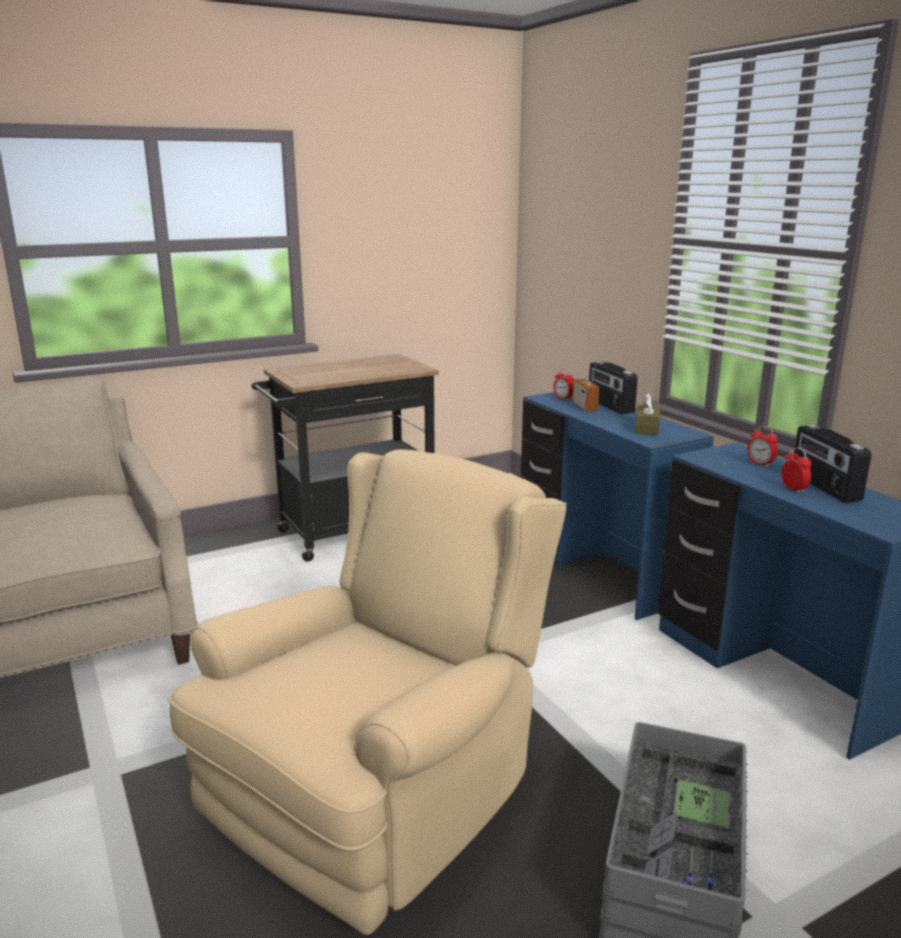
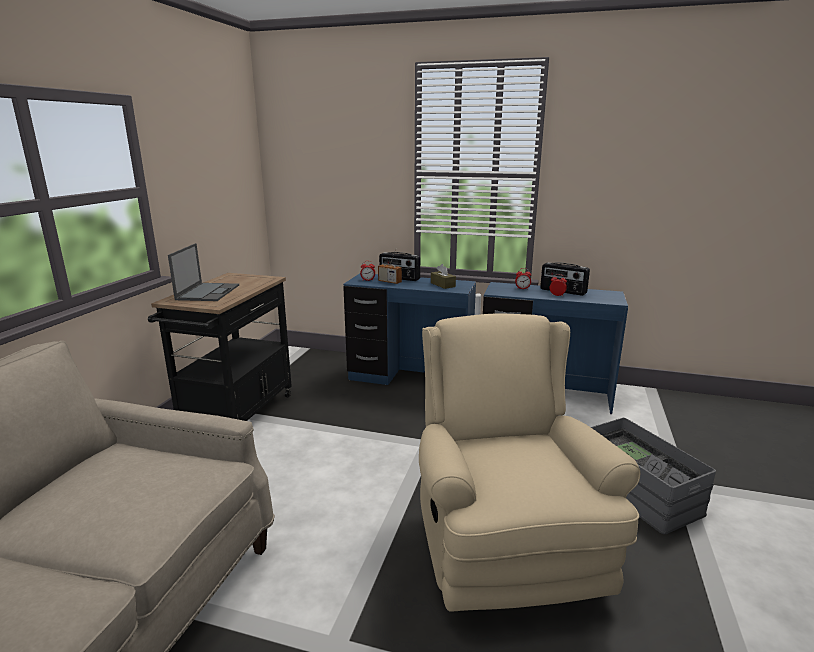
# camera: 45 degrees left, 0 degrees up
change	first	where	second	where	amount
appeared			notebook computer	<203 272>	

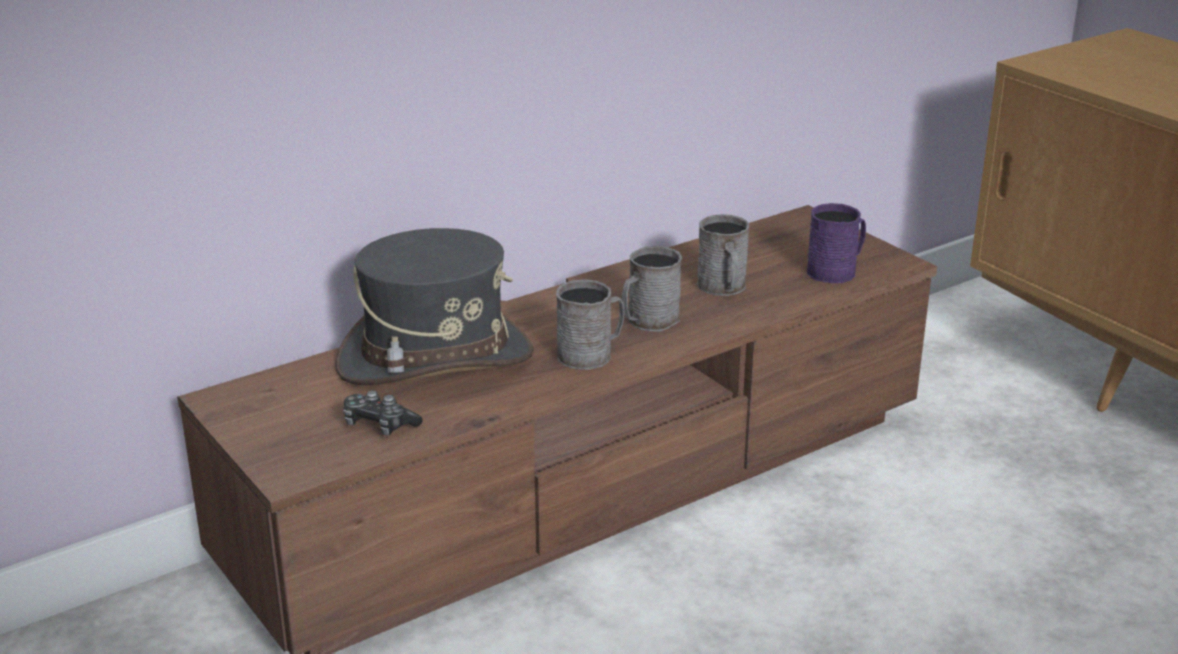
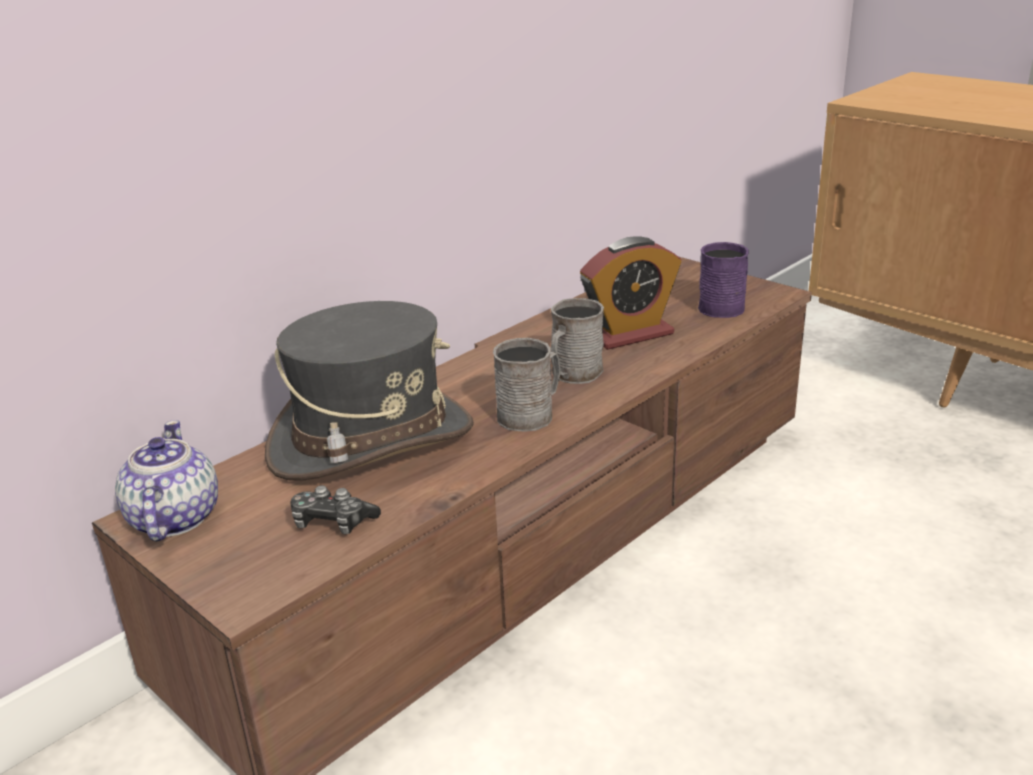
# camera: 10 degrees left, 0 degrees up
change	first	where	second	where	amount
appeared			tea pot	<166 481>	
exchanged	grey tea mug	<723 255>	bedside clock	<631 293>	

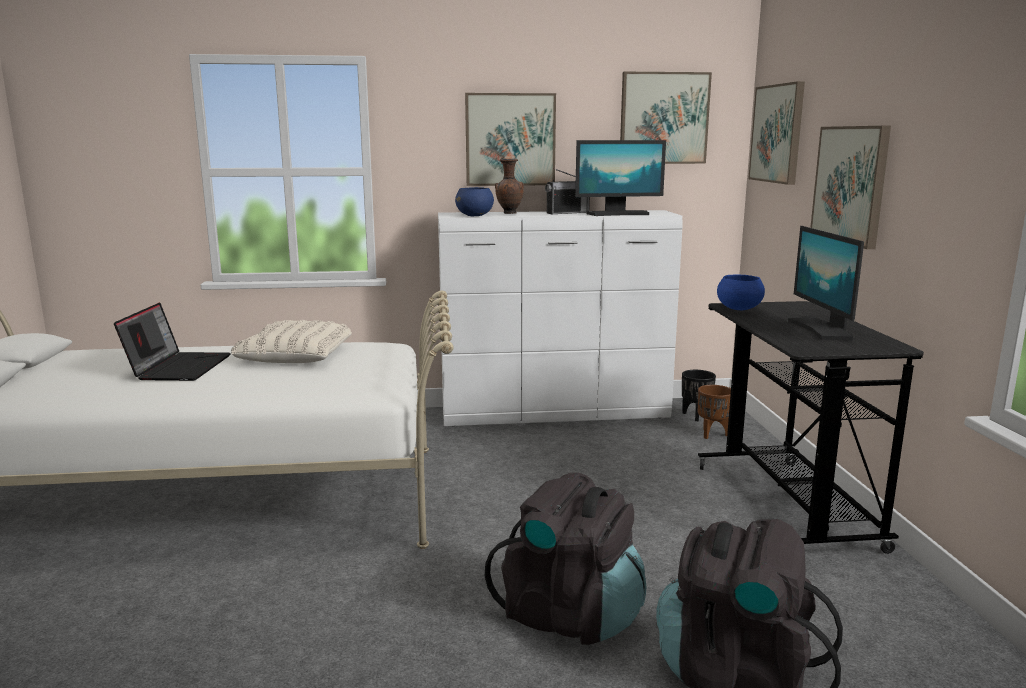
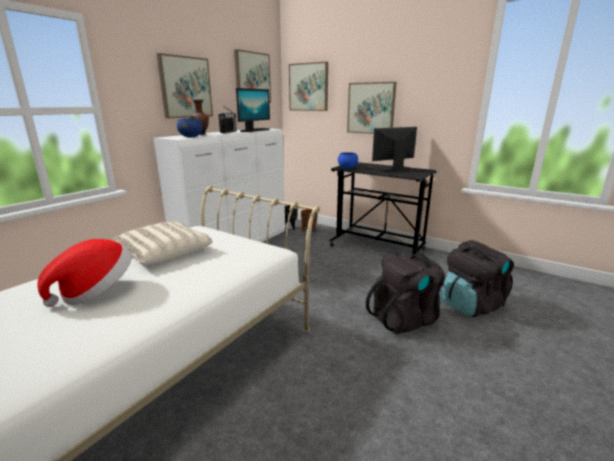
# camera: 50 degrees left, 5 degrees up
change	first	where	second	where	amount
exchanged	notebook computer	<172 341>	clothing hat	<84 273>	
spun	computer screen	<826 283>		<394 149>	120 degrees clockwise

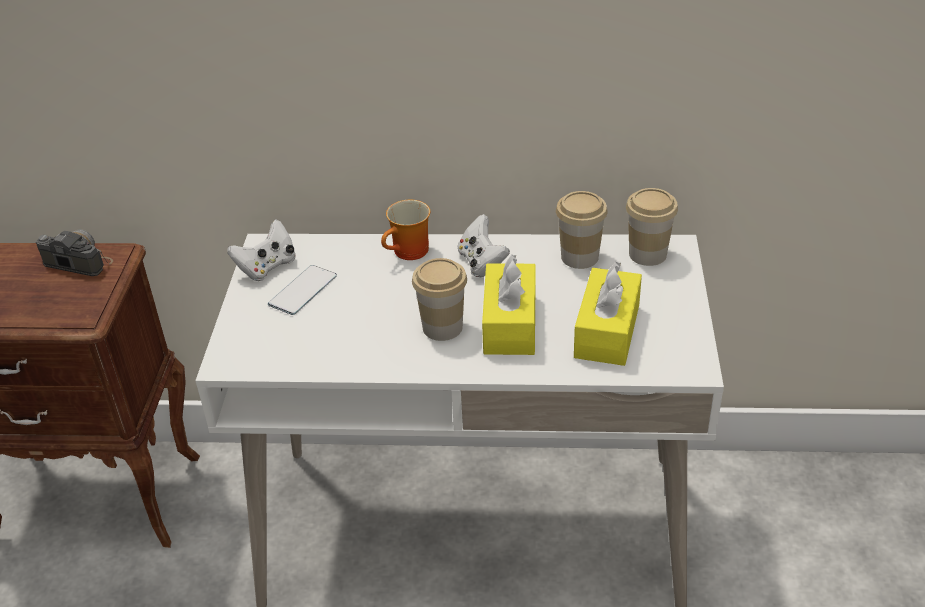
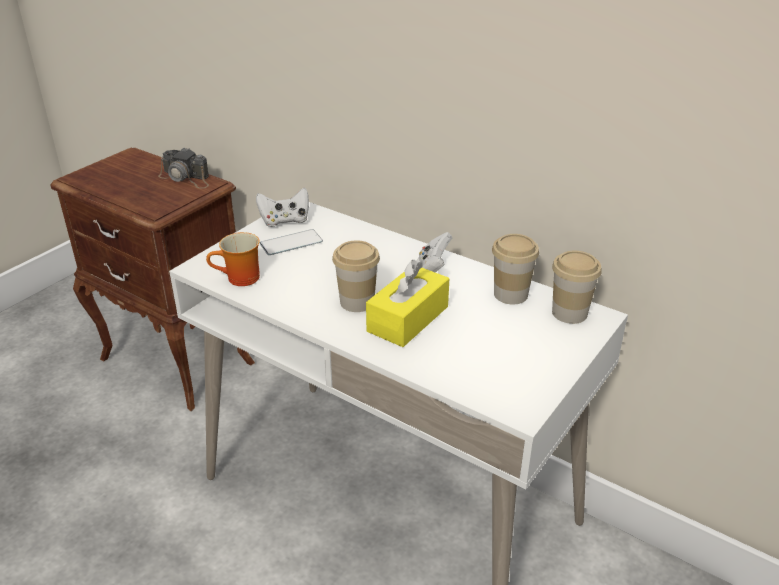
# camera: 30 degrees right, 5 degrees down
change	first	where	second	where	amount
missing	yellow box of tissues	<608 314>			
relocated	tea mug	<405 230>		<233 259>	
spun	still camera	<74 252>		<183 167>	150 degrees clockwise

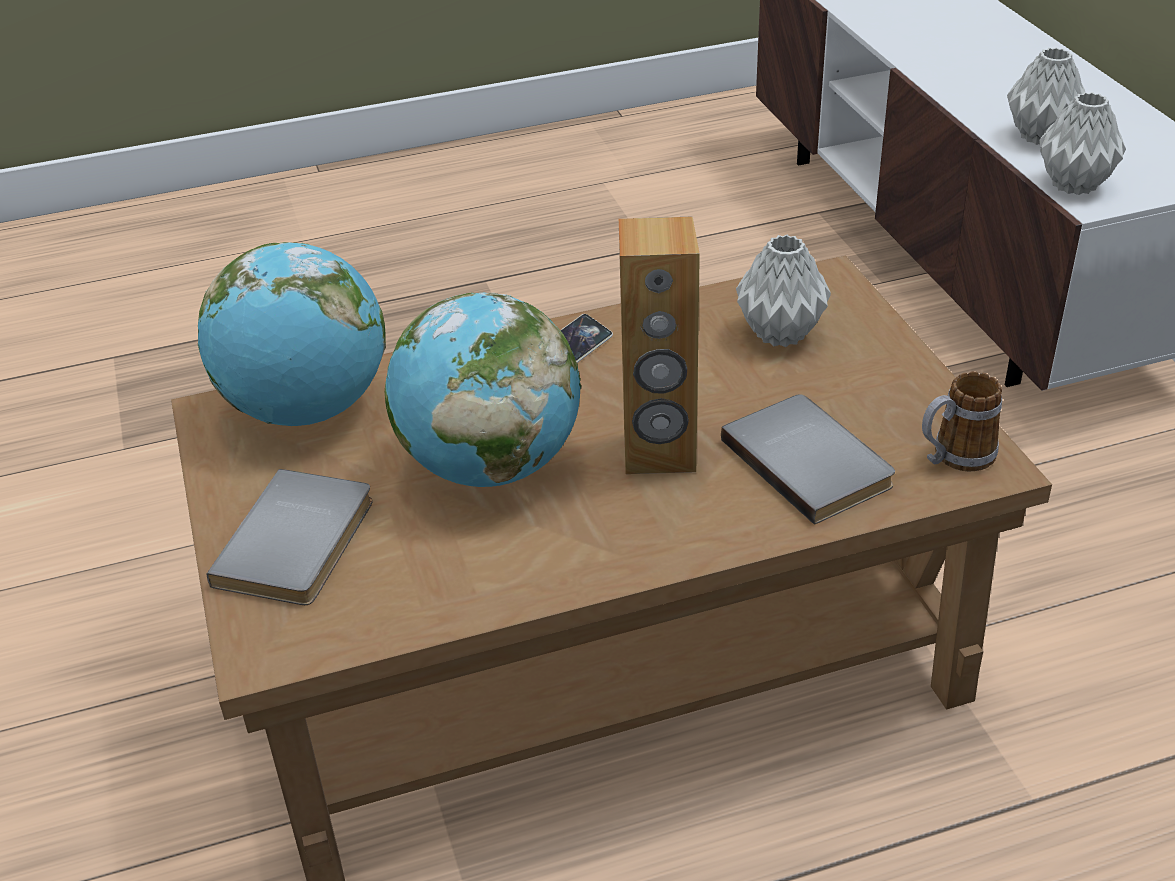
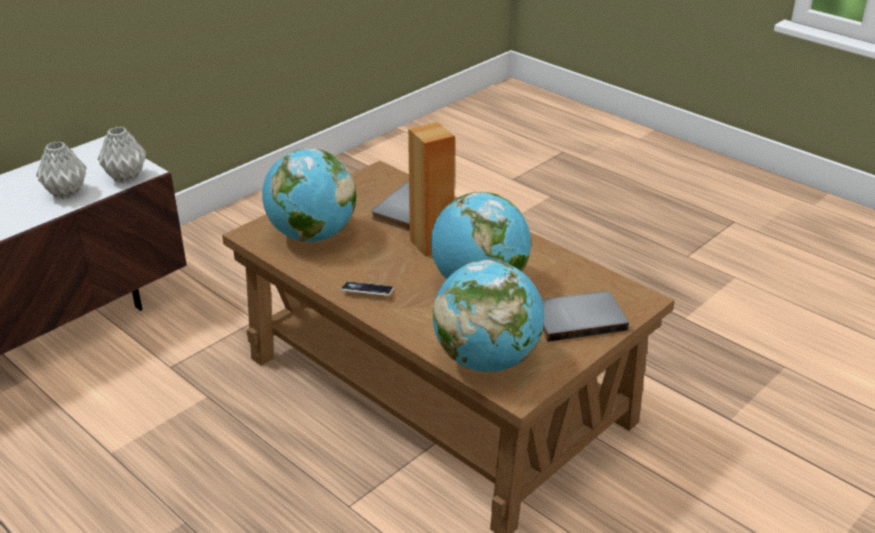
# camera: 120 degrees left, 5 degrees down
change	first	where	second	where	amount
missing	tea mug	<962 421>			
exchanged	grey vase	<783 291>	globe	<309 195>	

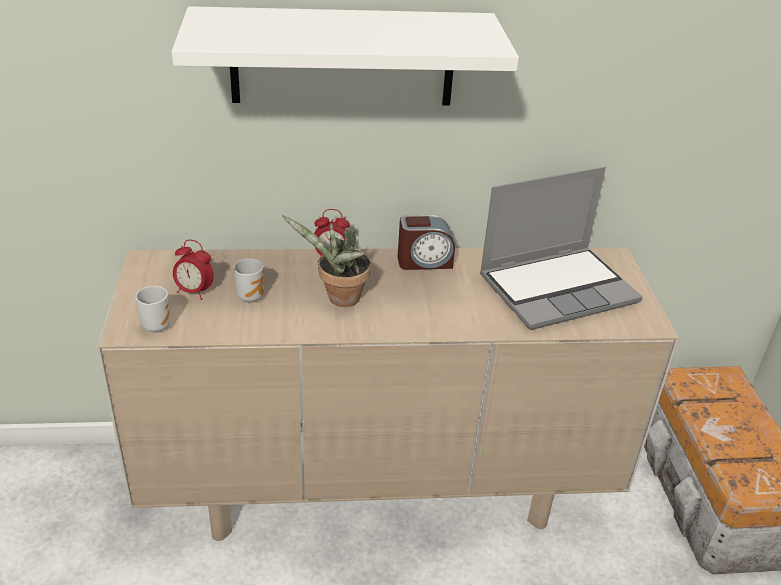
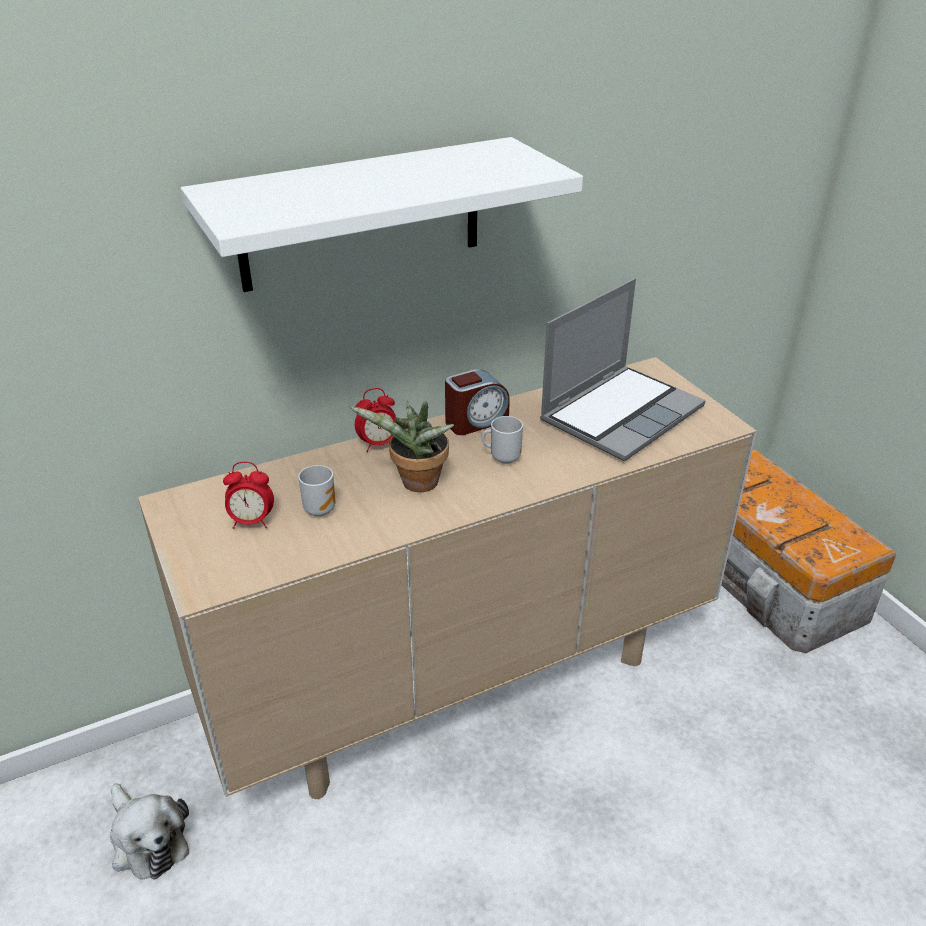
# camera: 20 degrees left, 0 degrees up
change	first	where	second	where	amount
appeared			plush toy	<149 831>	
relocated	tea mug	<153 309>		<502 440>	

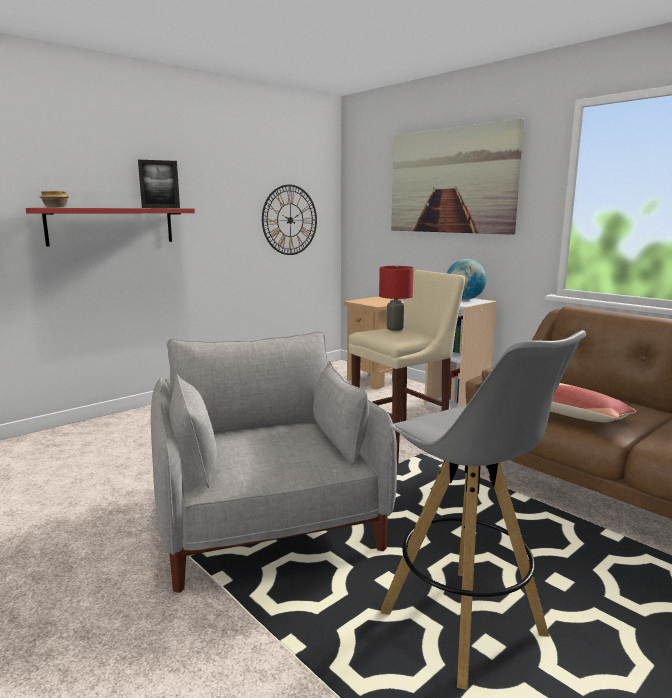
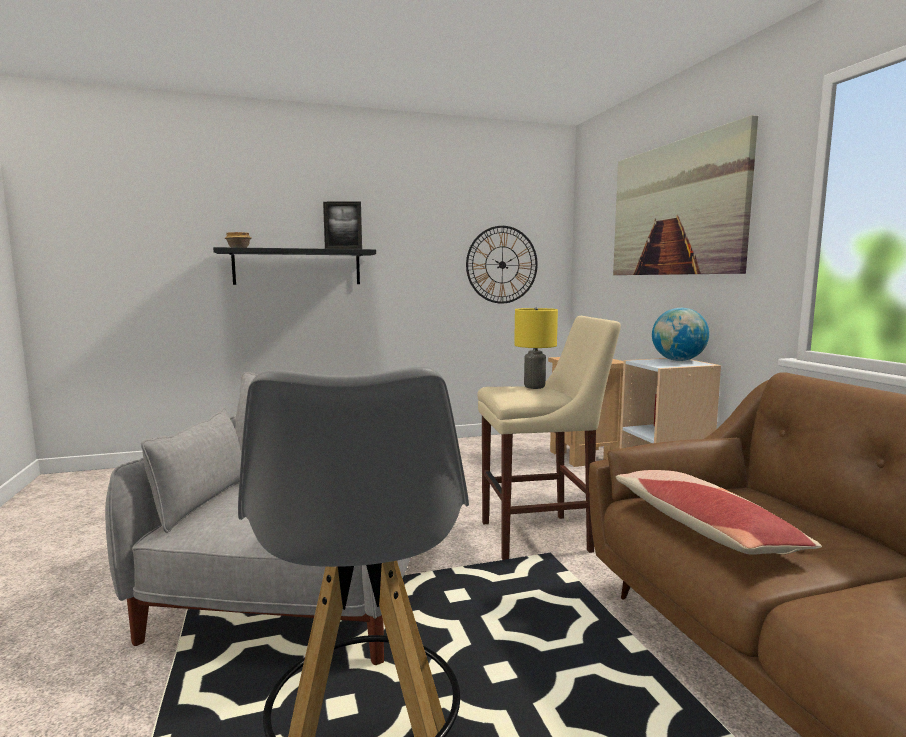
# camera: 25 degrees right, 5 degrees down
change	first	where	second	where	amount
colour	red-coloured wall shelf	<110 227>	blackish wall shelf	<294 266>	
colour	red-coloured tabletop lamp	<396 298>	yellow tabletop lamp	<536 348>	

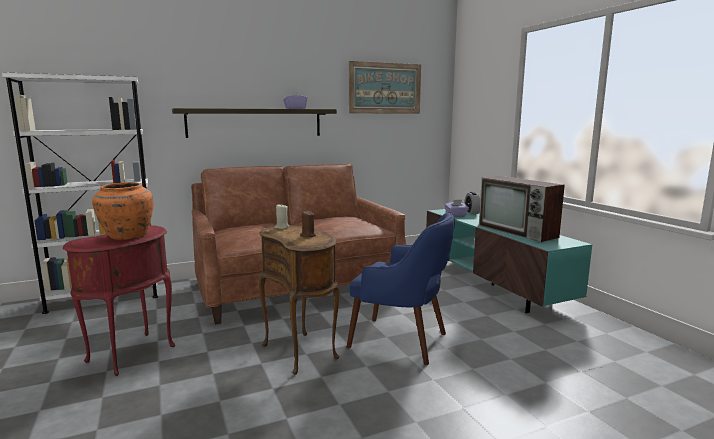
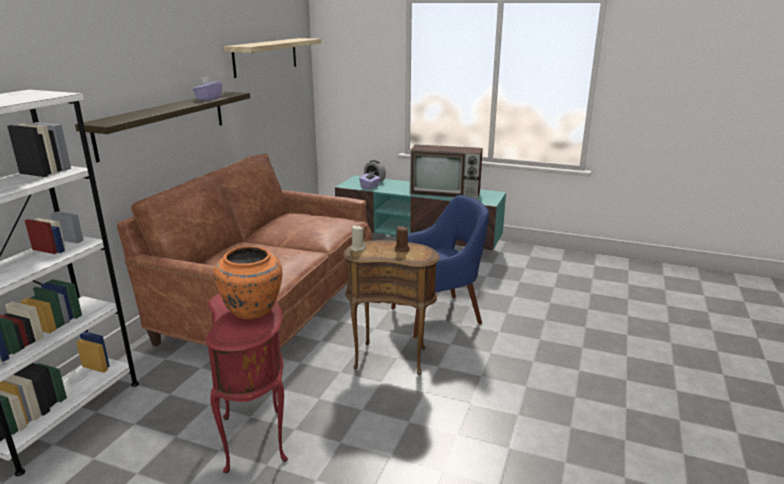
# camera: 45 degrees left, 10 degrees up
change	first	where	second	where	amount
exchanged	wall picture	<385 87>	wall shelf	<273 58>	

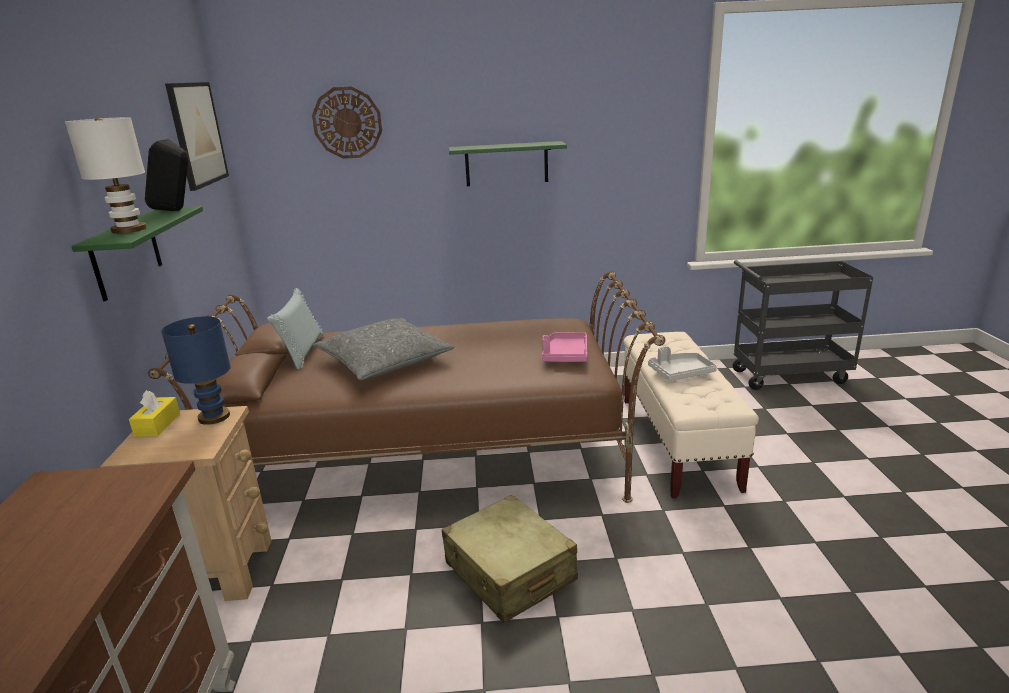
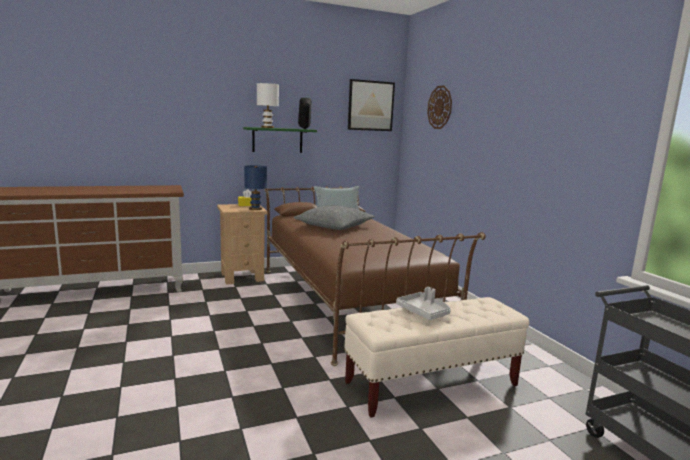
# camera: 70 degrees right, 10 degrees down
change	first	where	second	where	amount
missing	beige travel case	<510 559>			
missing	green wall shelf	<508 163>			
missing	pink-coloured serving tray	<564 347>			

